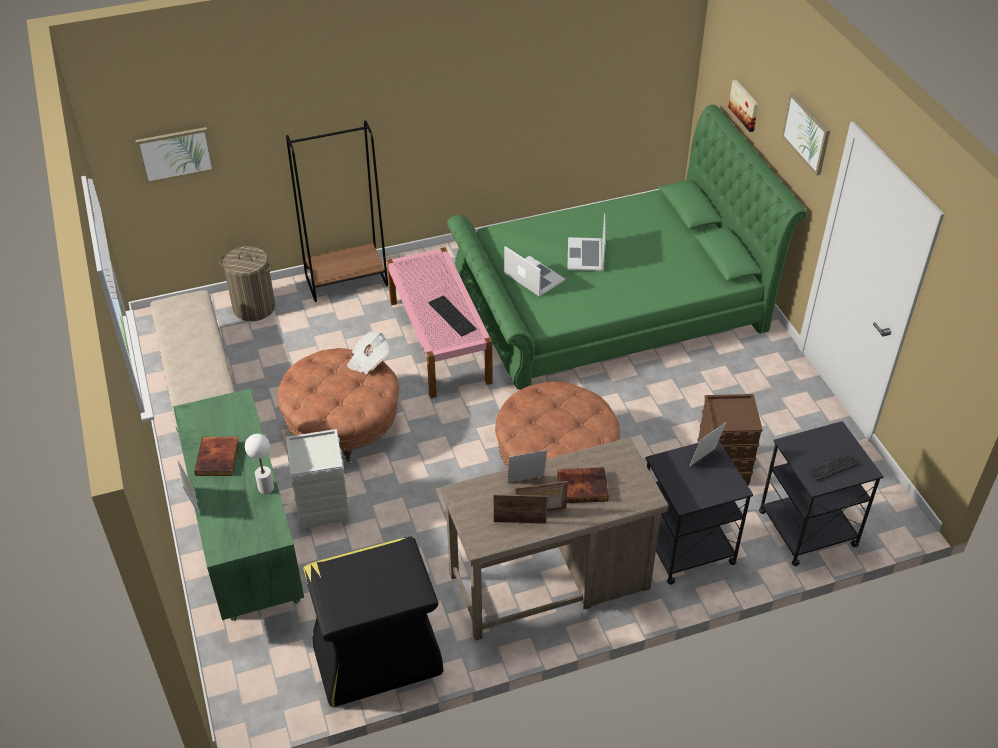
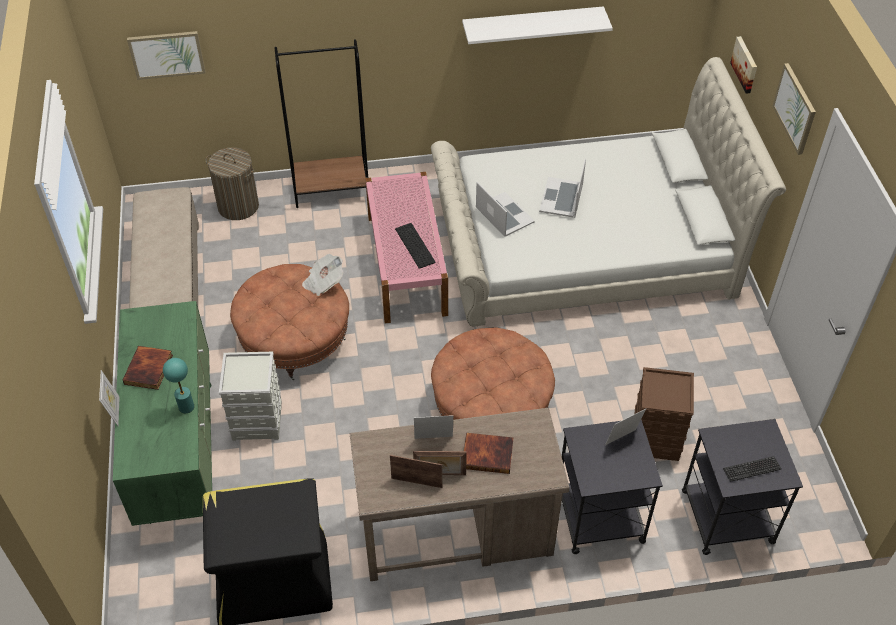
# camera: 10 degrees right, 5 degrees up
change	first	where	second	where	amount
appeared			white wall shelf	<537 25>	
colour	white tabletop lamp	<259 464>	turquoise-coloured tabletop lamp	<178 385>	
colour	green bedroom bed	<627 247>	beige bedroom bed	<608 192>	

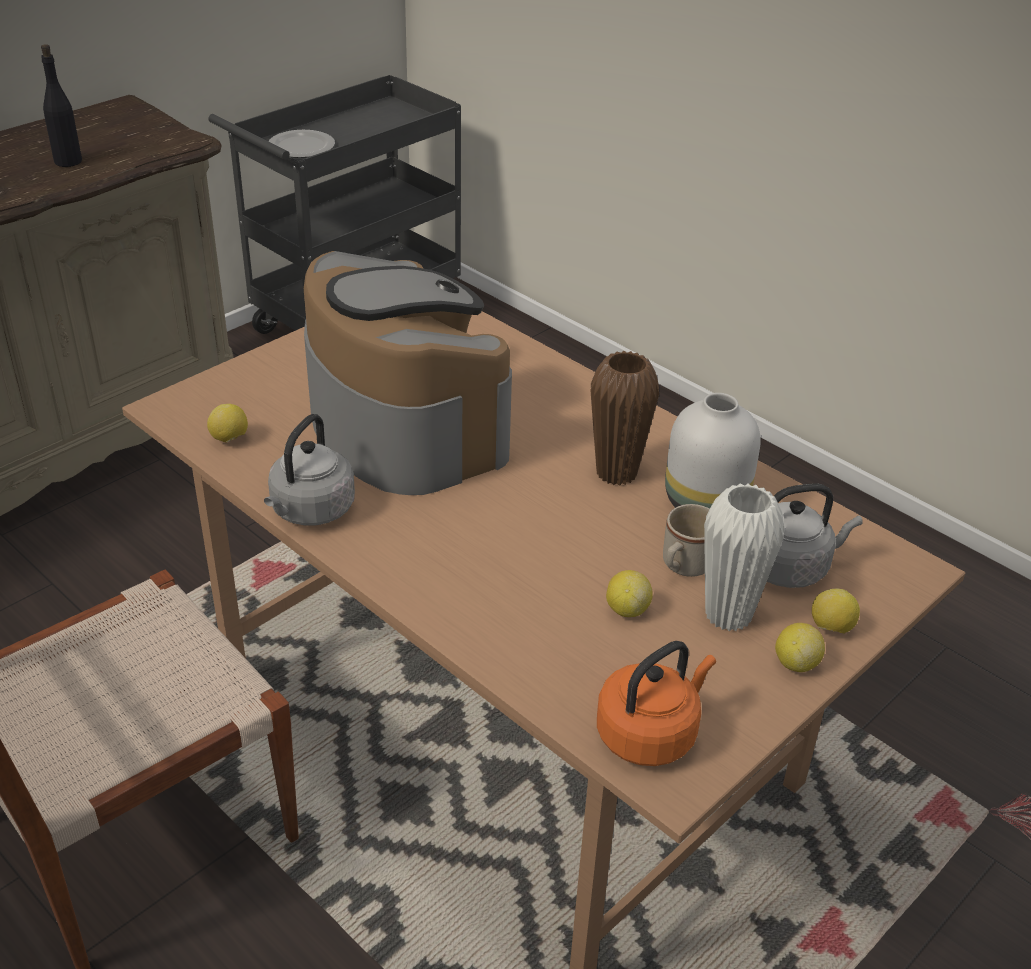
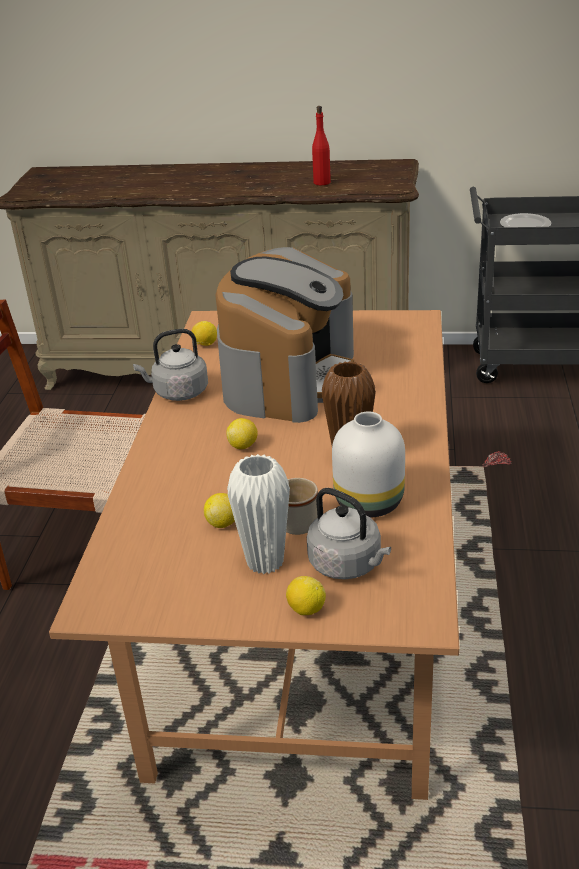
# camera: 55 degrees right, 5 degrees down
change	first	where	second	where	amount
missing	orange-coloured water kettle	<656 703>			
relocated	whole lemon	<800 647>		<242 433>	
colour	blackish bottle	<61 105>	red-coloured bottle	<321 145>	

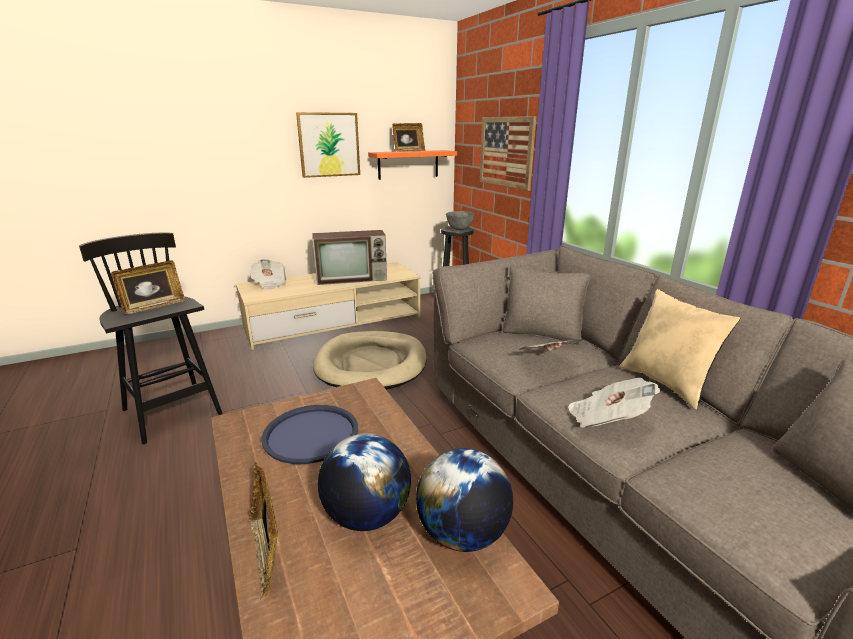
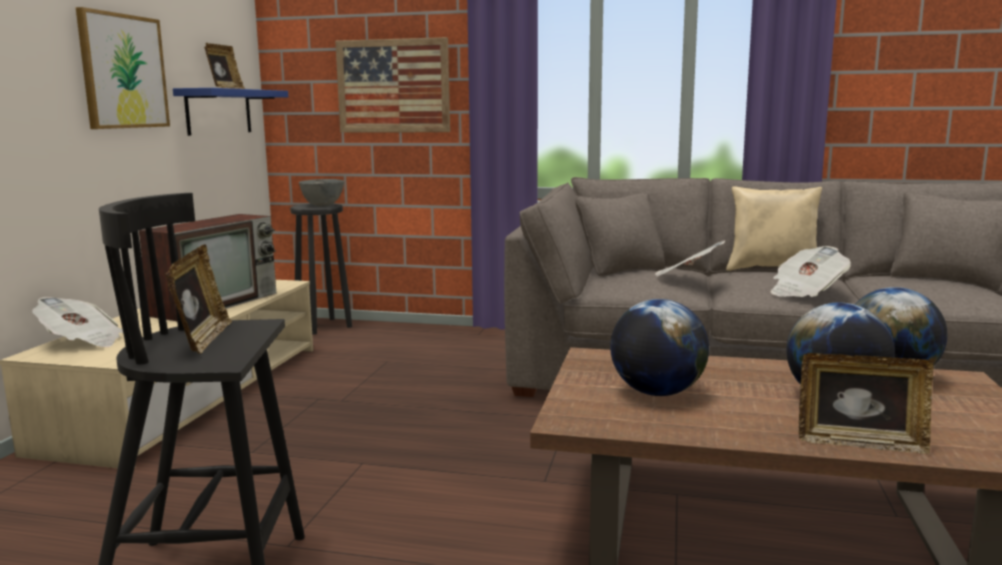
# camera: 50 degrees left, 10 degrees down
change	first	where	second	where	amount
missing	beige dog bed	<370 360>			
exchanged	bluish serving tray	<309 434>	globe	<659 347>	
colour	orange-coloured wall shelf	<412 165>	bluish wall shelf	<230 112>	

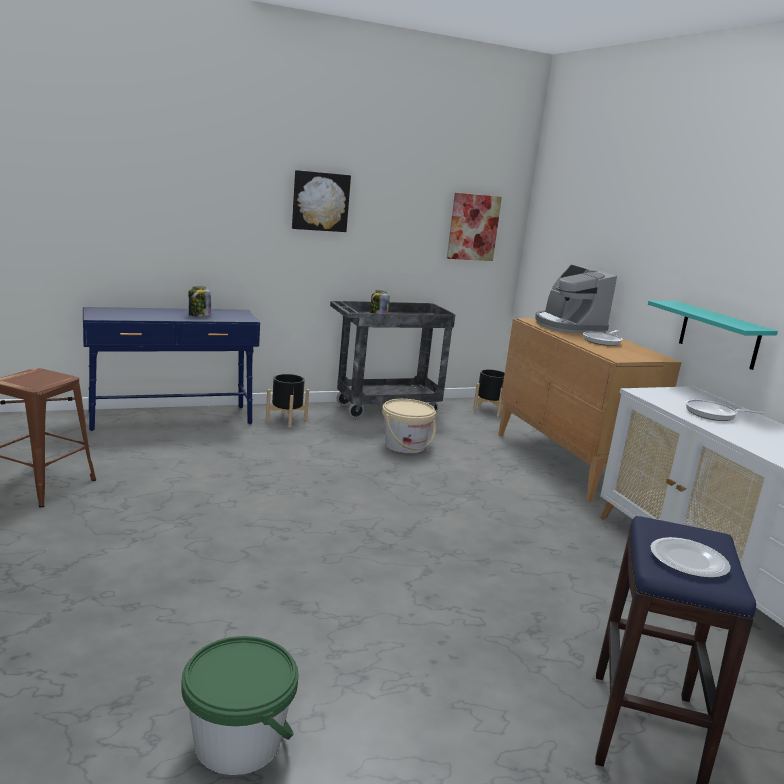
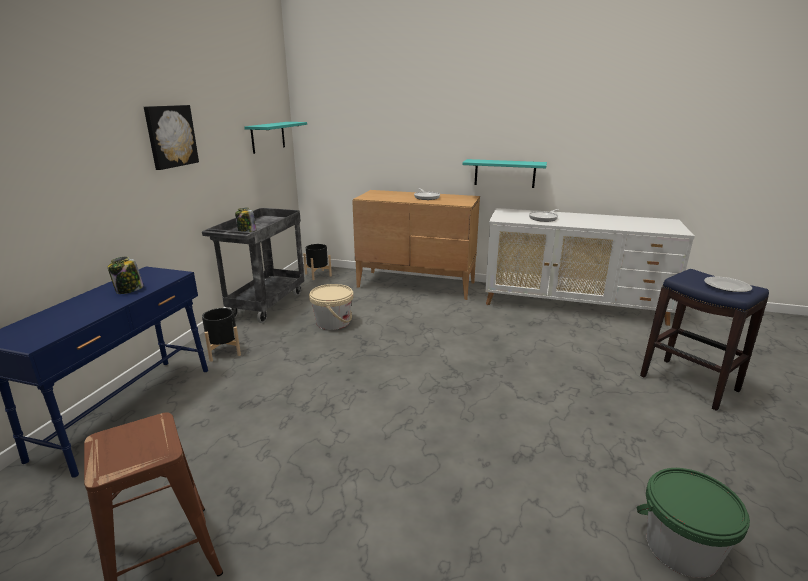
# camera: 50 degrees left, 5 degrees up
change	first	where	second	where	amount
missing	coffee machine	<576 299>			
exchanged	wall picture	<474 227>	turquoise-coloured wall shelf	<275 138>	

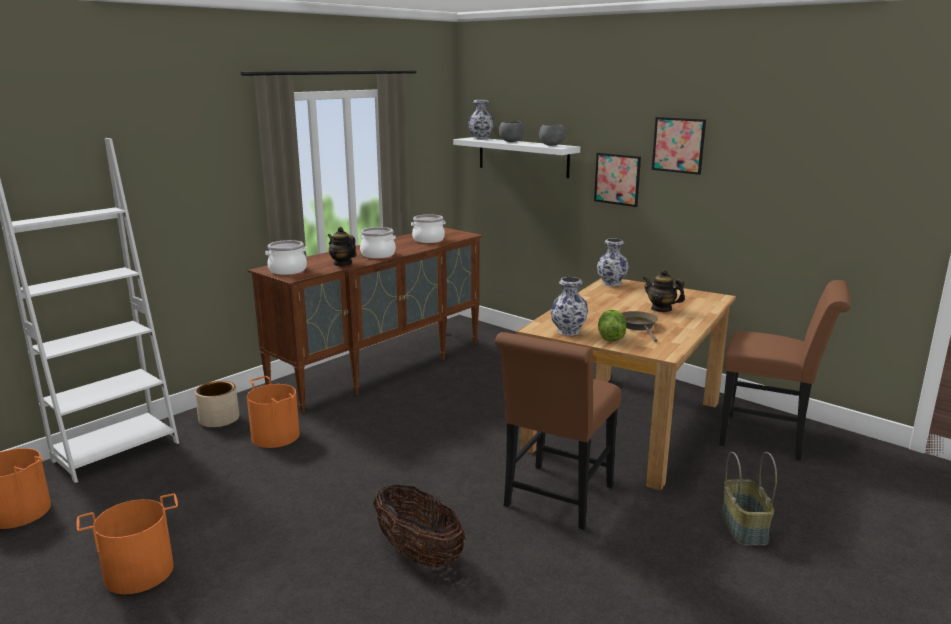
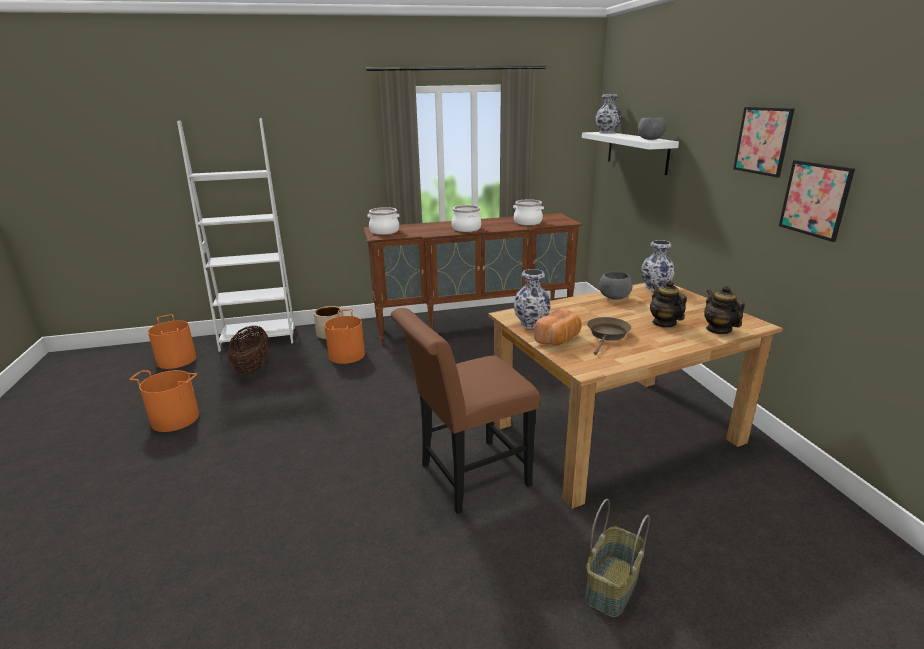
# camera: 35 degrees right, 5 degrees up
change	first	where	second	where	amount
missing	brown-coloured chair	<785 370>			
relocated	tea pot	<342 246>		<724 309>	
relocated	basket	<419 526>		<248 350>	
relocated	grey bowl	<512 131>		<615 285>	
relocated	wall picture	<617 180>		<817 201>	
exchanged	lettuce head	<612 326>	baked bread	<557 326>	

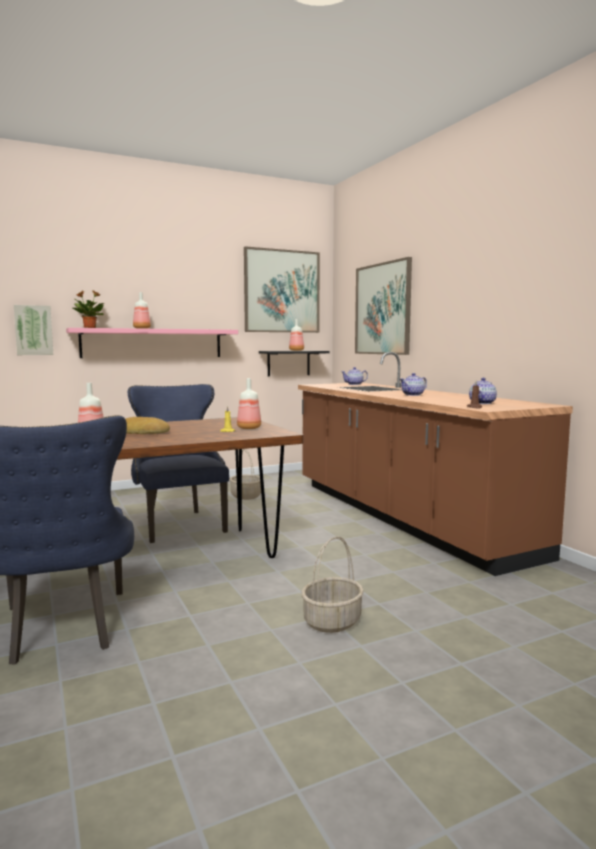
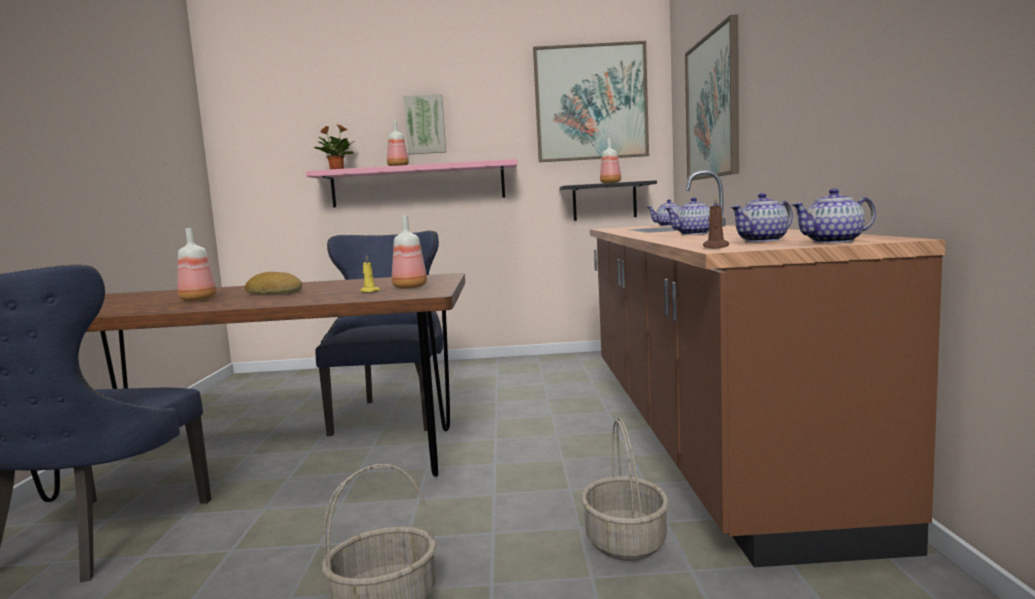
# camera: 25 degrees right, 0 degrees up
change	first	where	second	where	amount
appeared			tea pot	<833 215>	
relocated	wall picture	<33 330>		<424 124>	
relocated	basket	<245 474>		<625 489>	

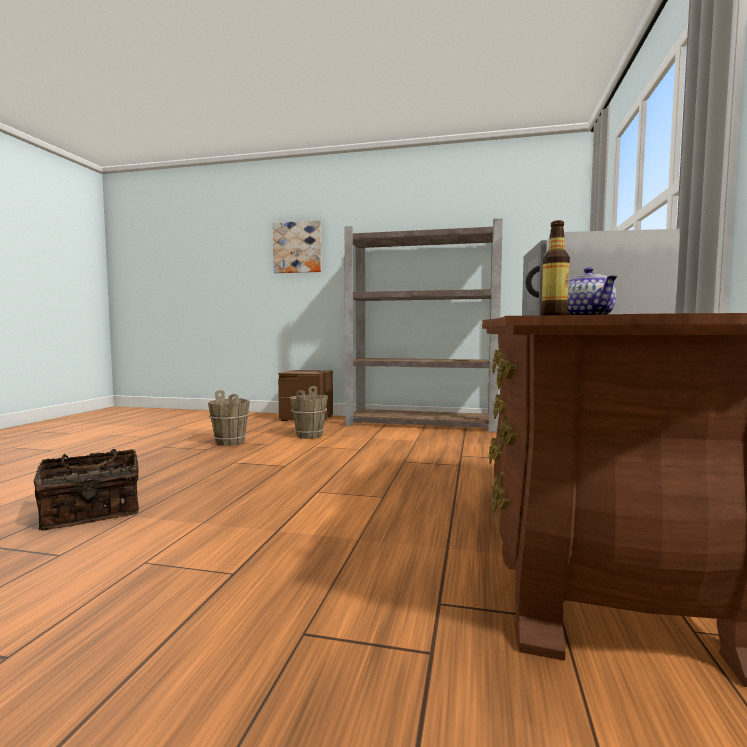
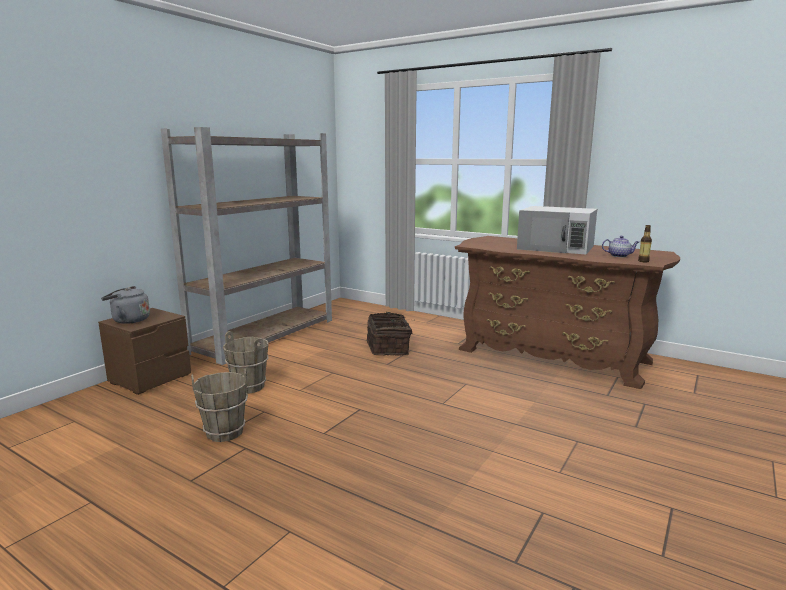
# camera: 70 degrees left, 10 degrees up
change	first	where	second	where	amount
missing	wall picture	<297 246>			
appeared			grey water kettle	<125 305>	
relocated	basket	<86 490>		<389 334>	

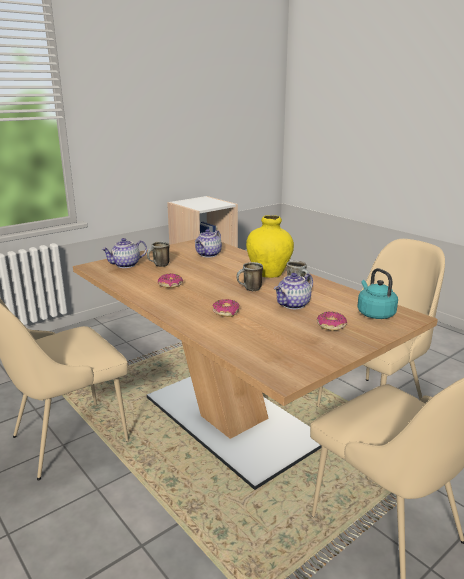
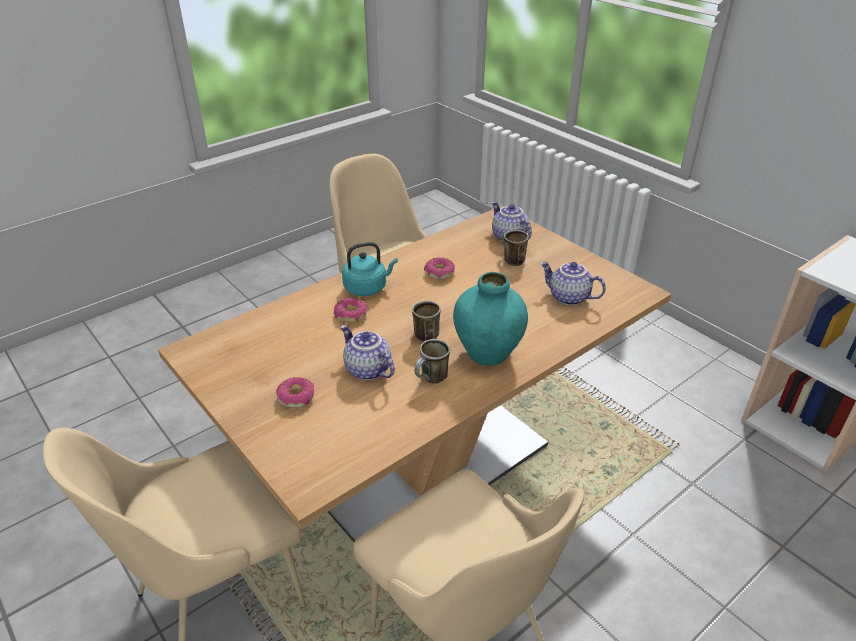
# camera: 90 degrees right, 15 degrees up
change	first	where	second	where	amount
relocated	turquoise-coloured water kettle	<377 293>		<370 269>	
colour	yellow vase	<270 246>	turquoise-coloured vase	<490 319>	

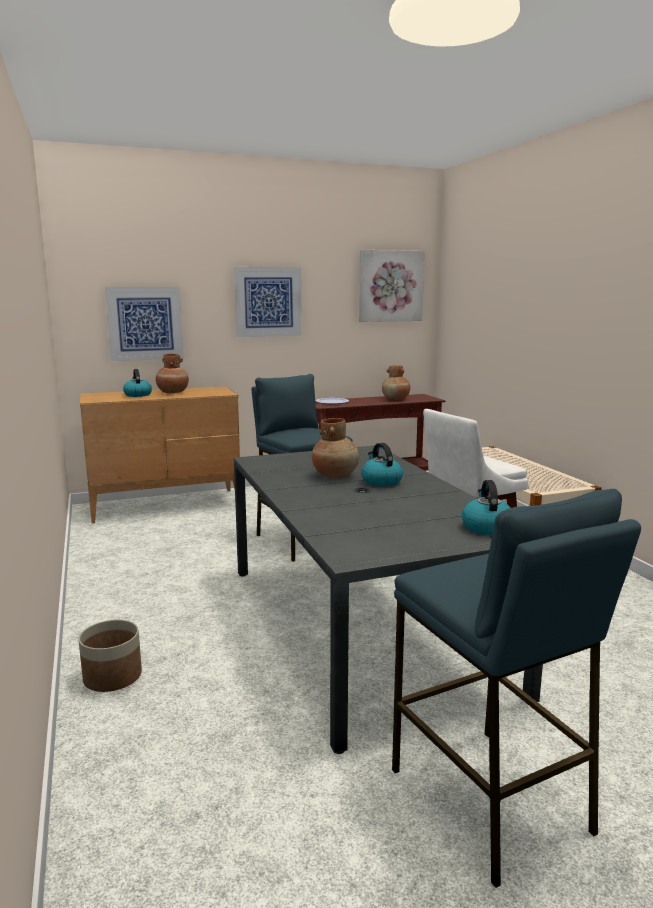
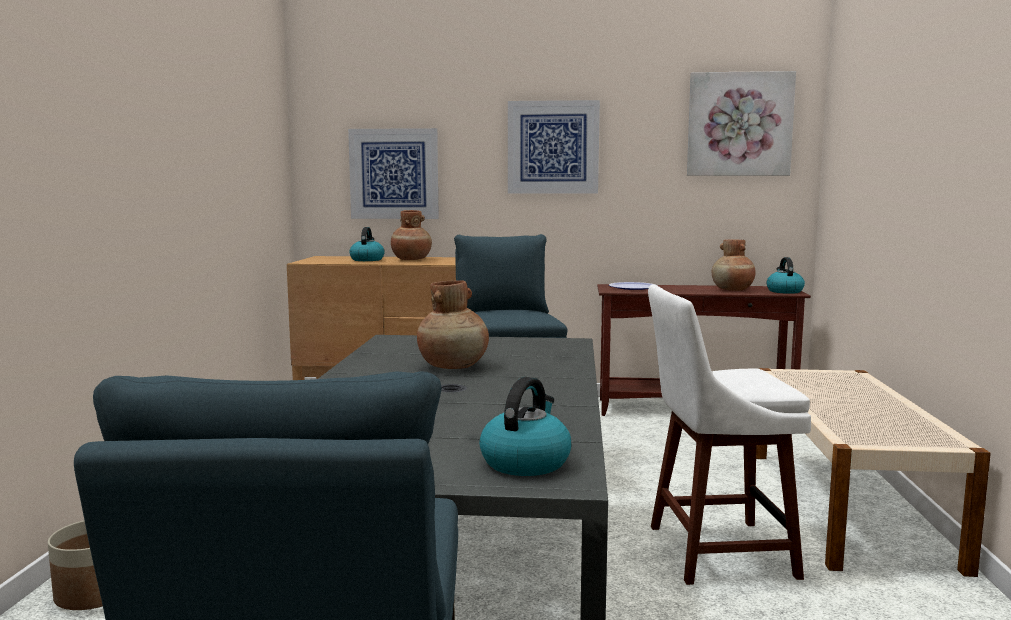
# camera: 25 degrees right, 5 degrees down
change	first	where	second	where	amount
relocated	water kettle	<382 464>		<785 275>	

